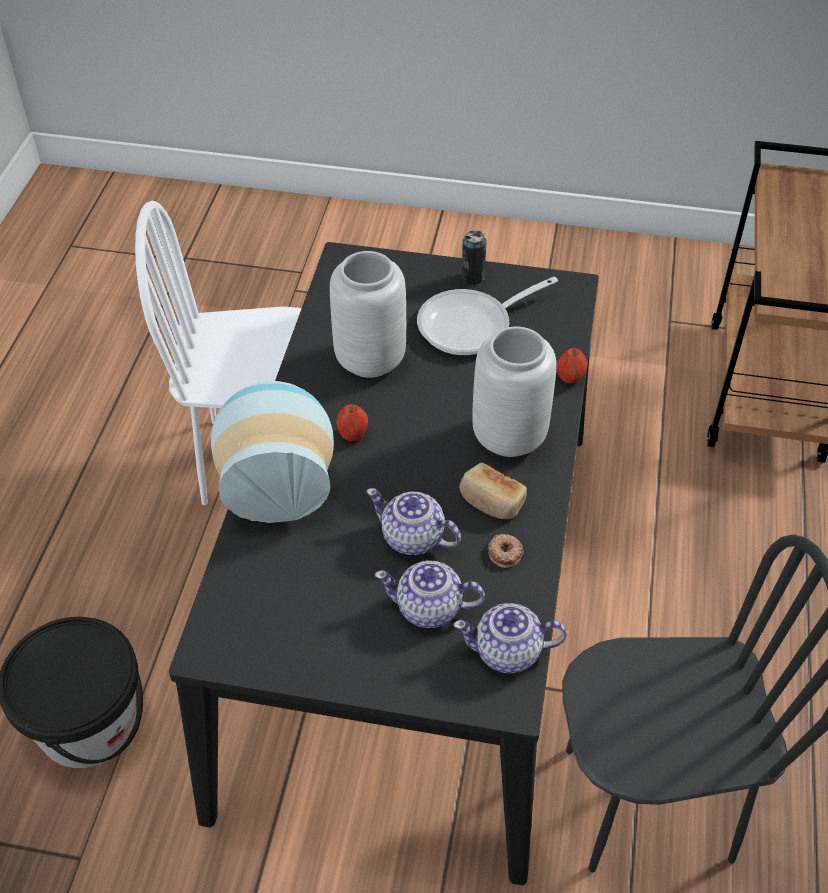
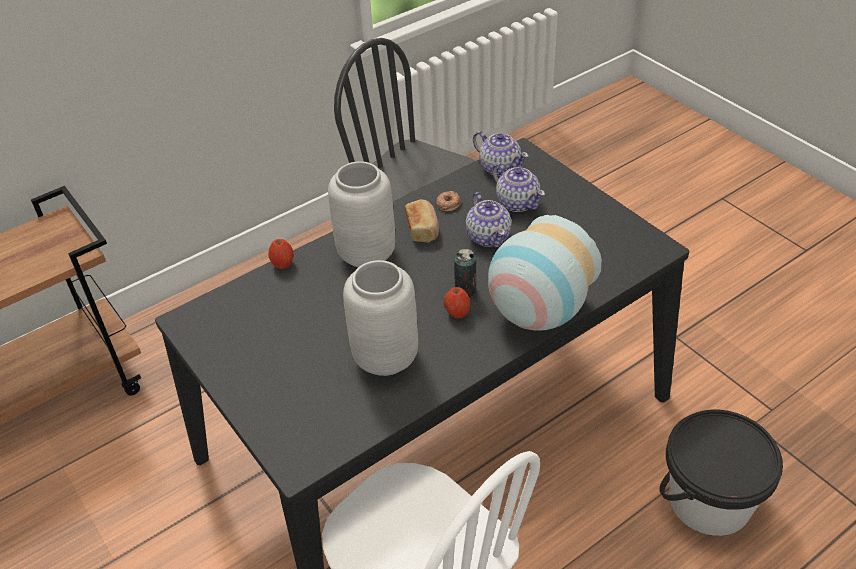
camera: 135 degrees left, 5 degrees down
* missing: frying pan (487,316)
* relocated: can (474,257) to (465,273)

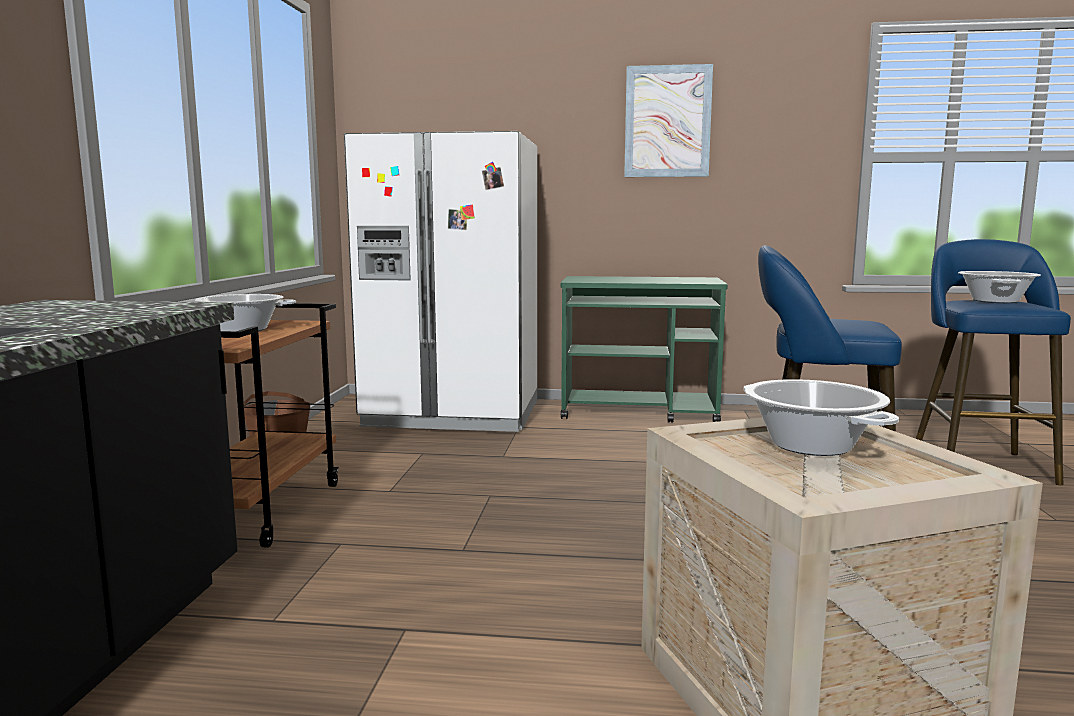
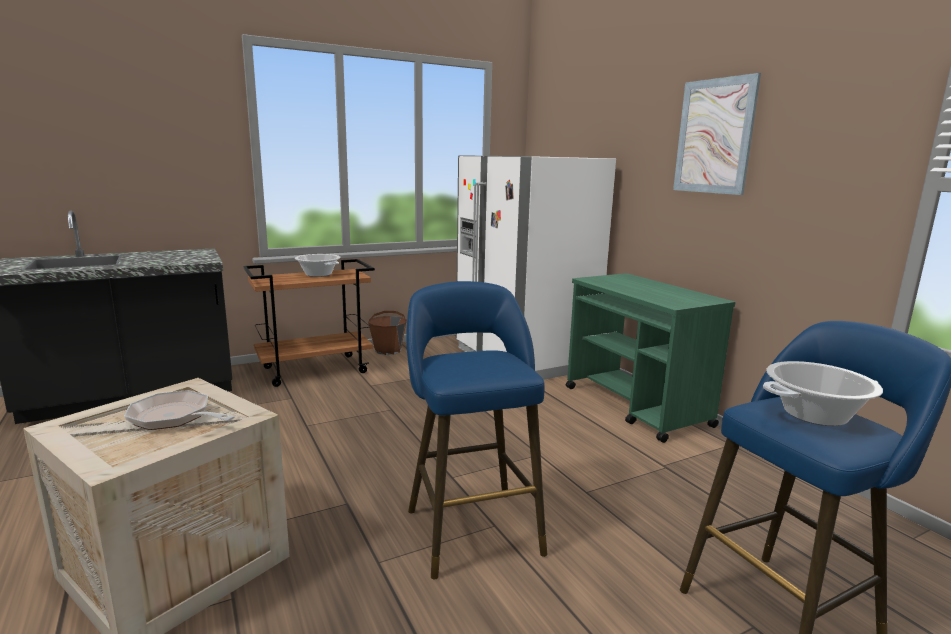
camera: 55 degrees right, 5 degrees up
* exchanged: cooking pot (821,417) to frying pan (179,410)

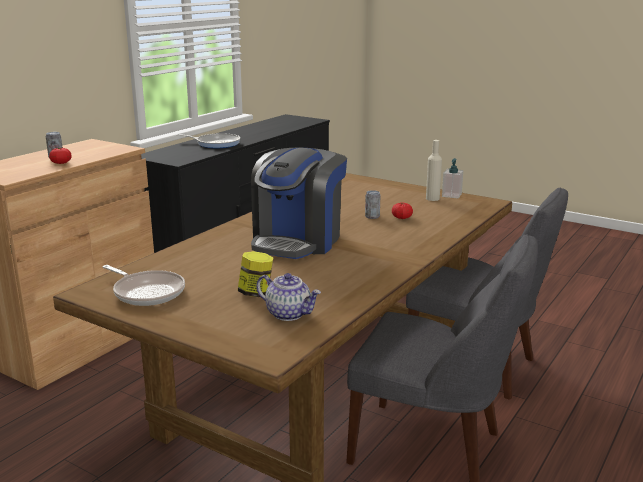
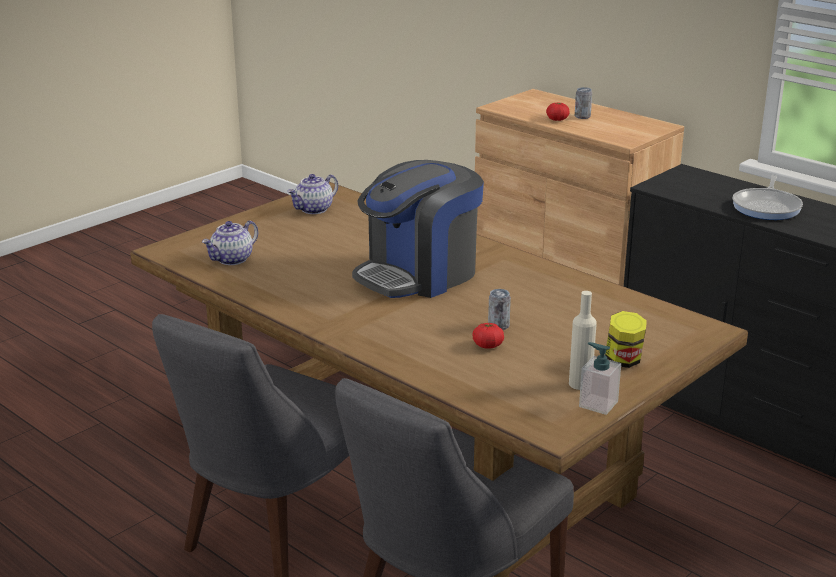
camera: 100 degrees right, 5 degrees up
* relocated: jar (255,274) to (626,339)
* exchanged: frying pan (144,285) to teapot (312,194)
* spun: coffee machine (299,203) = (418,229) 75 degrees counterclockwise

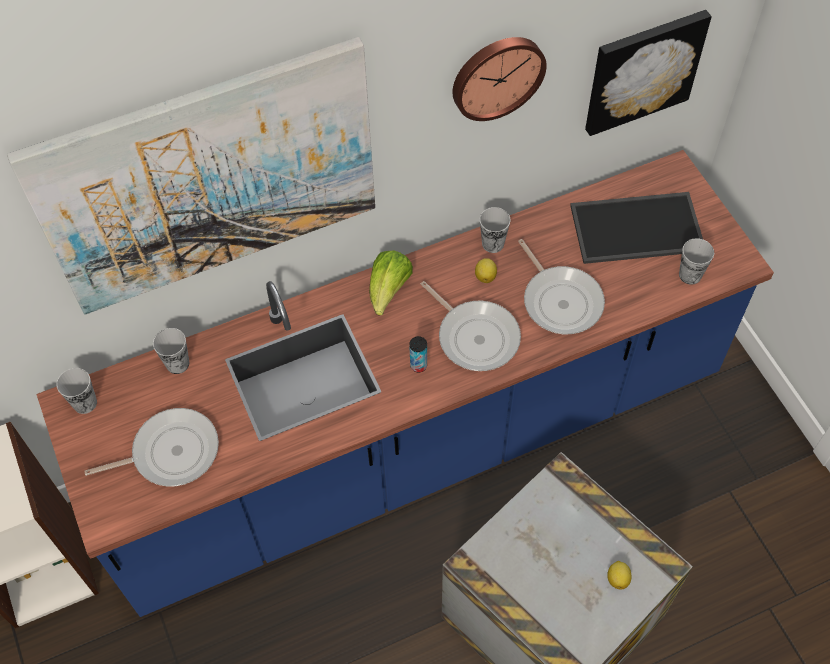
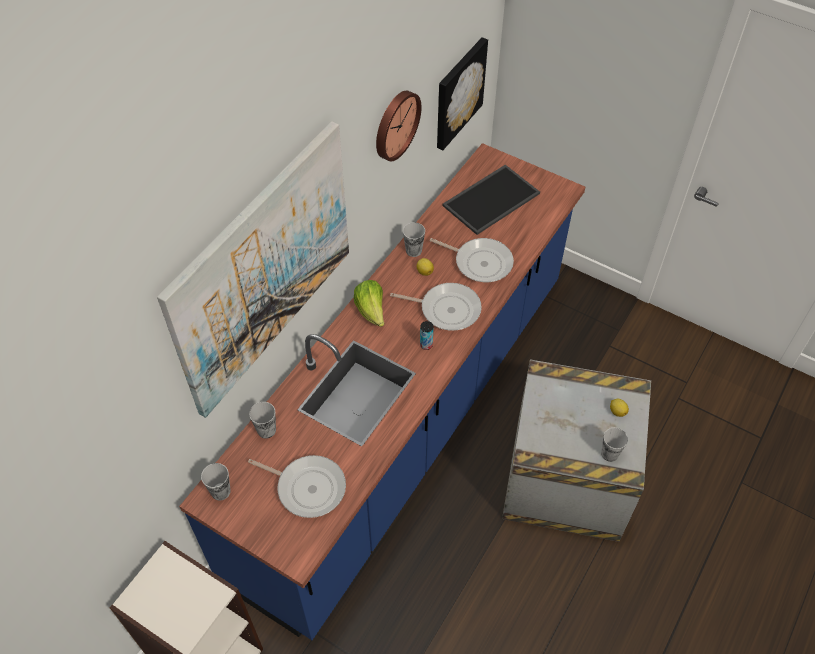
camera: 35 degrees left, 5 degrees down
* relocated: cup (696,261) to (614,445)
* spun: frying pan (151,447) = (297,486) 75 degrees clockwise

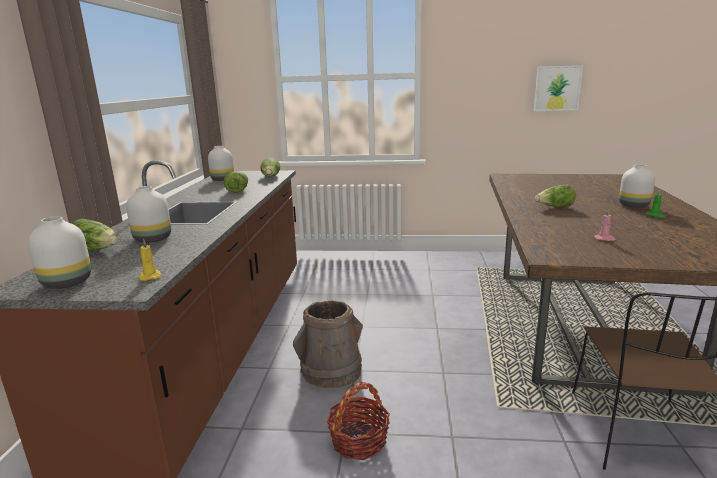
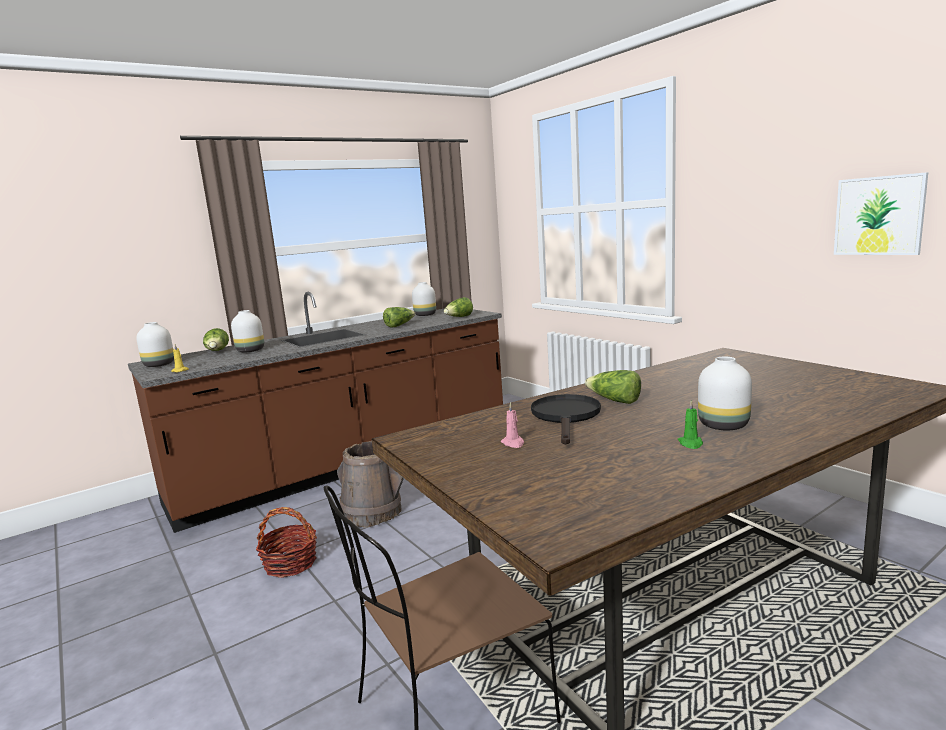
camera: 50 degrees right, 5 degrees down
* appeared: frying pan in black (566,419)

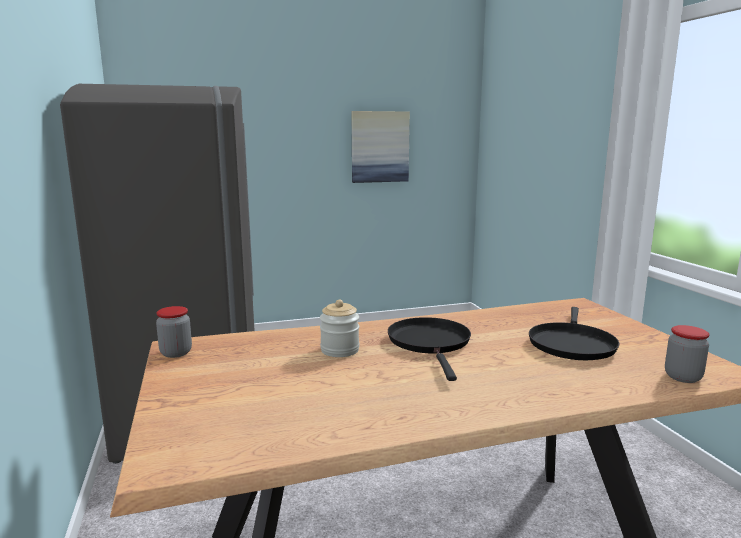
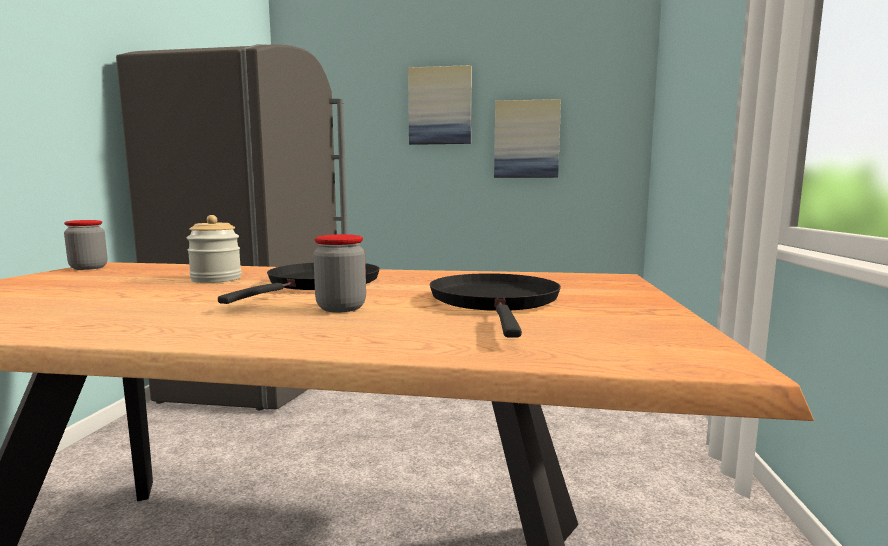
camera: 25 degrees right, 5 degrees down
* appeared: picture (440,105)
* relocated: jar (687,354) to (339,273)
* spun: frying pan in black (574,333) = (495,305) 135 degrees clockwise

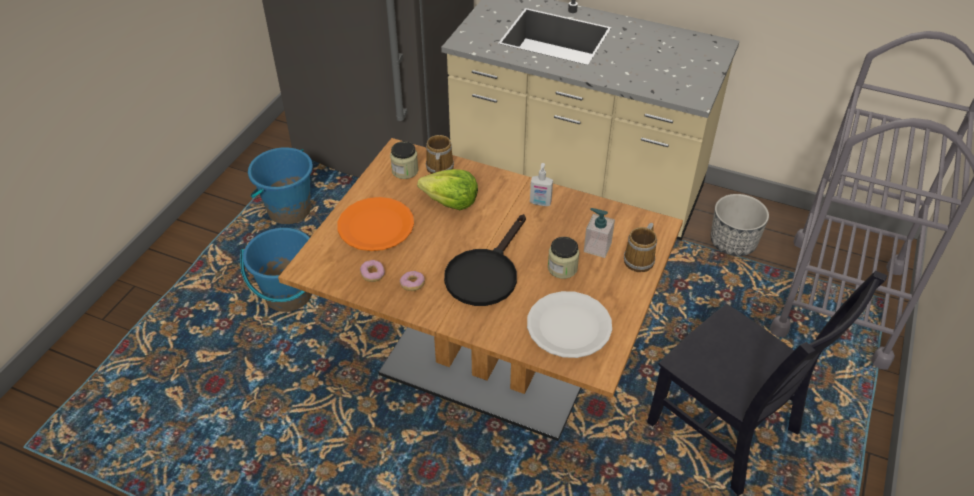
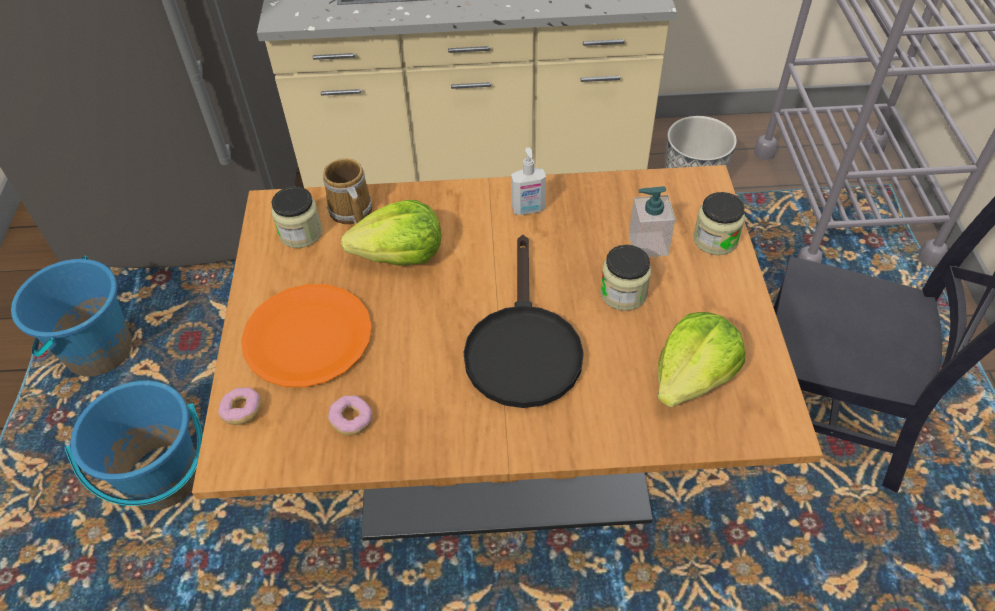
camera: 25 degrees left, 5 degrees up
* relocated: donut (412,281) to (239,406)
* exchanged: plate in white (569,324) to lettuce (701,359)
* exchanged: mug (640,247) to jar (719,223)

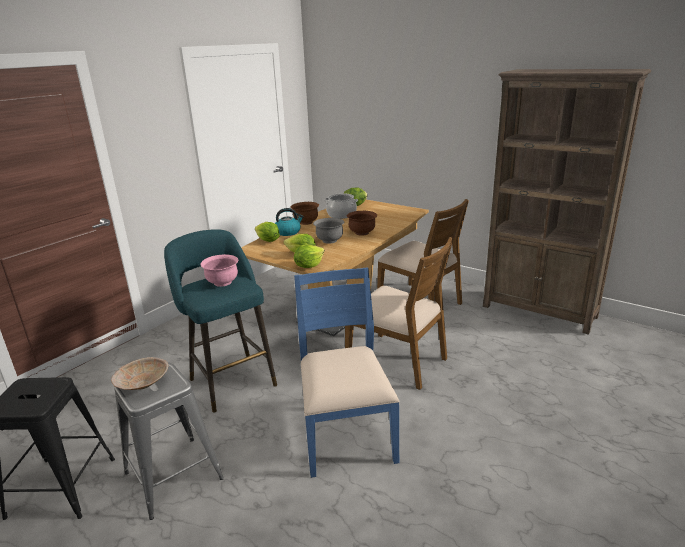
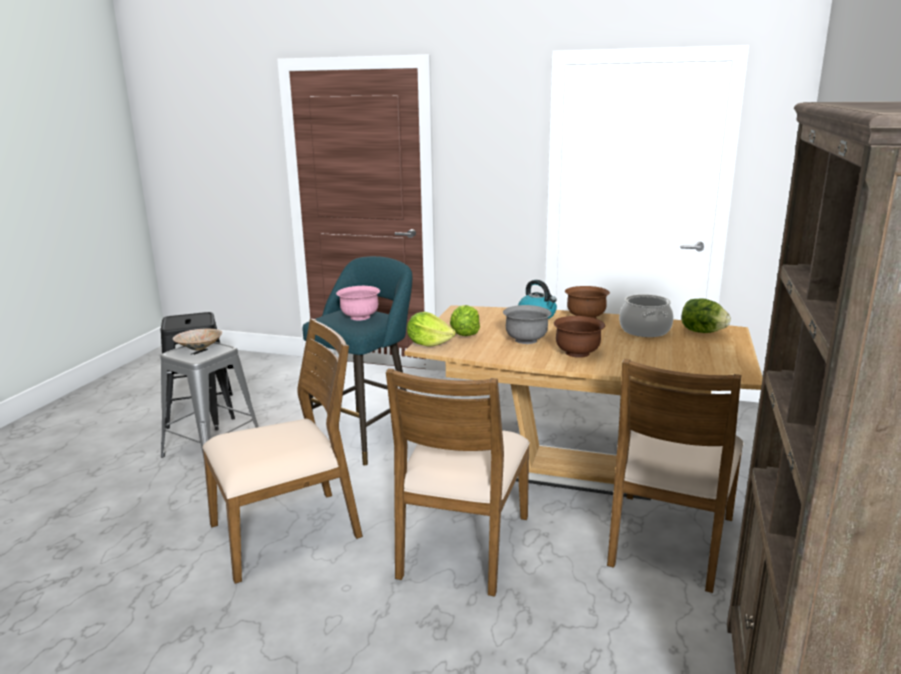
camera: 70 degrees right, 5 degrees down
* missing: lettuce (267,232)
* colour: chair in blue (347,372) to chair in brown (282,451)

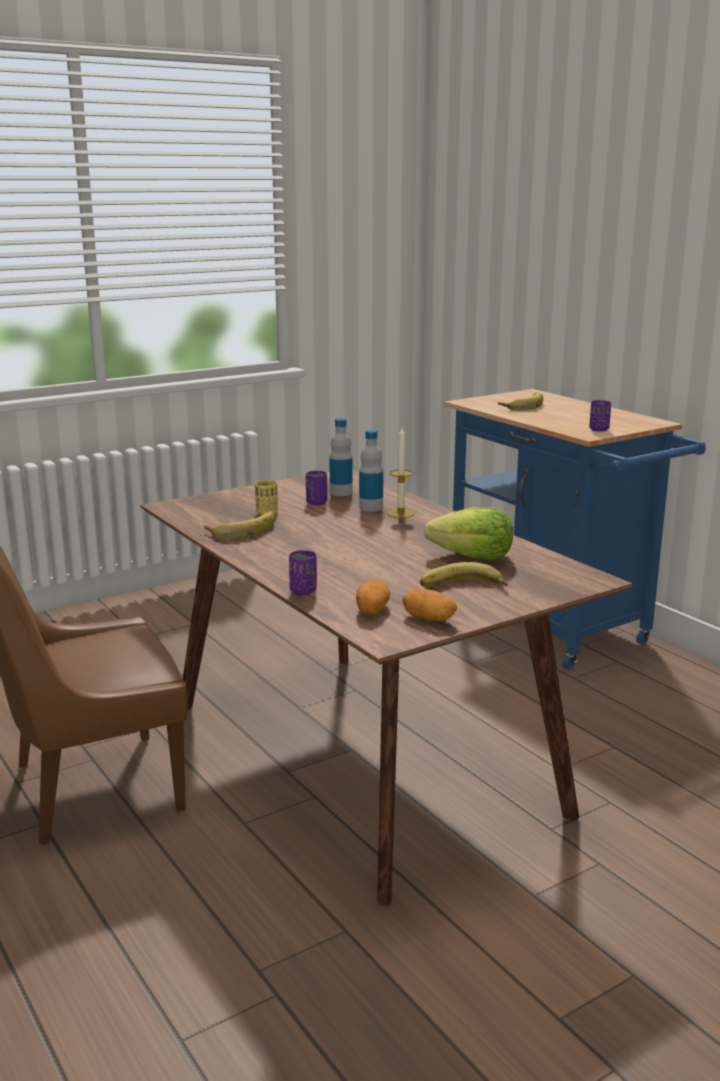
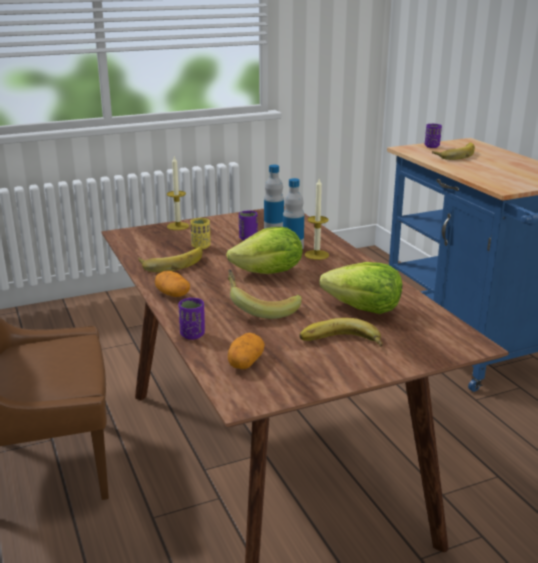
camera: 10 degrees right, 5 degrees up
* appeared: candle (178,193)
* appeared: lettuce (264,250)
* appeared: banana (265,294)
* relocated: potato (429,604) to (172,284)
* relocated: cup in purple (600,415) to (433,136)

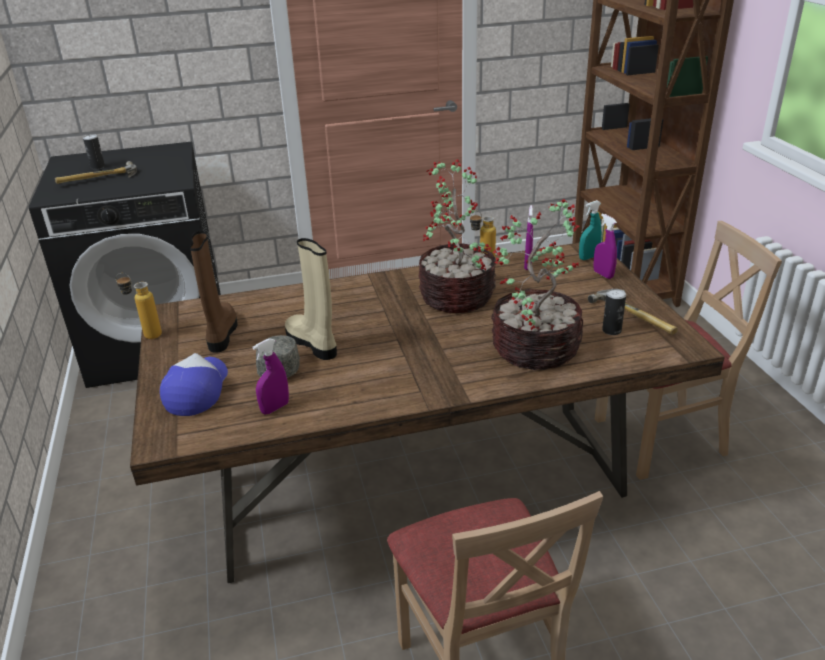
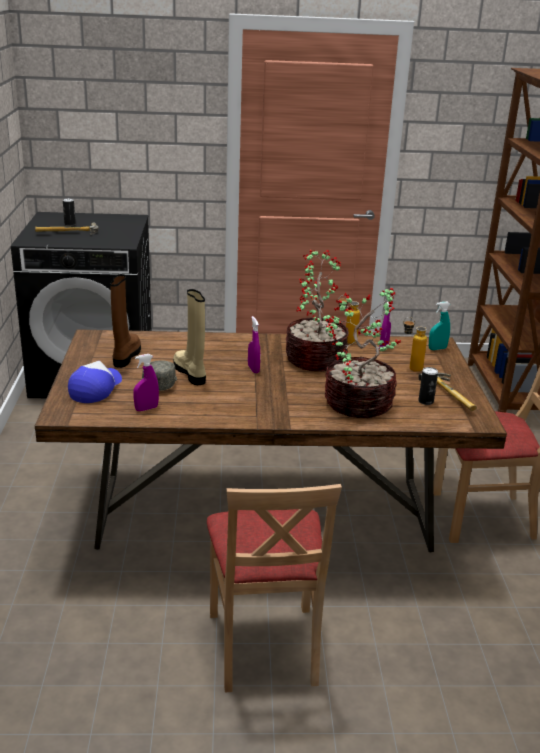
camera: 10 degrees right, 5 degrees down
* relocated: bottle (139,306) to (415,344)
* relocated: spray bottle in purple (605,246) to (254,344)

